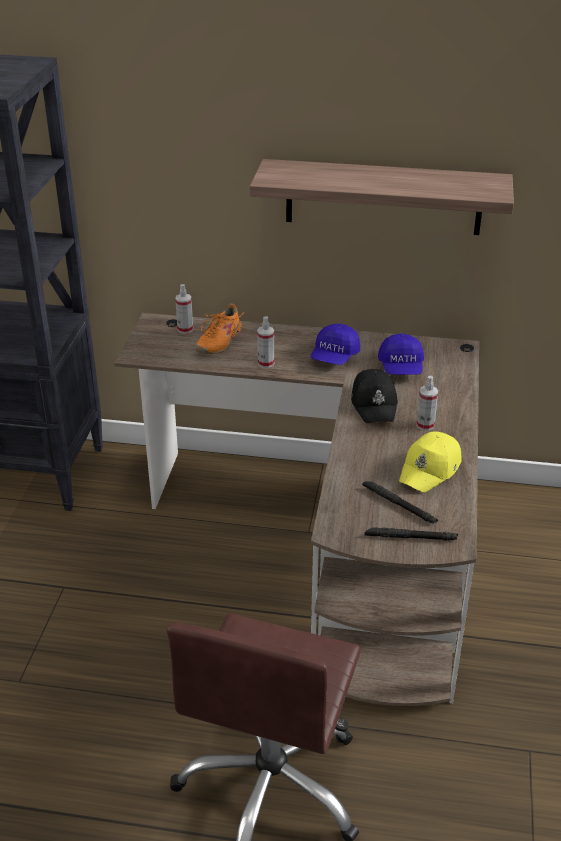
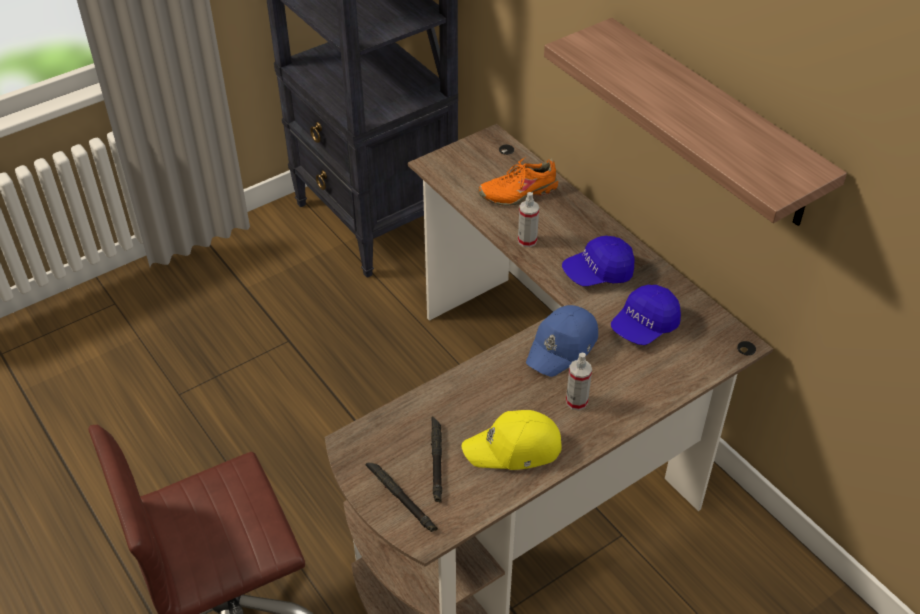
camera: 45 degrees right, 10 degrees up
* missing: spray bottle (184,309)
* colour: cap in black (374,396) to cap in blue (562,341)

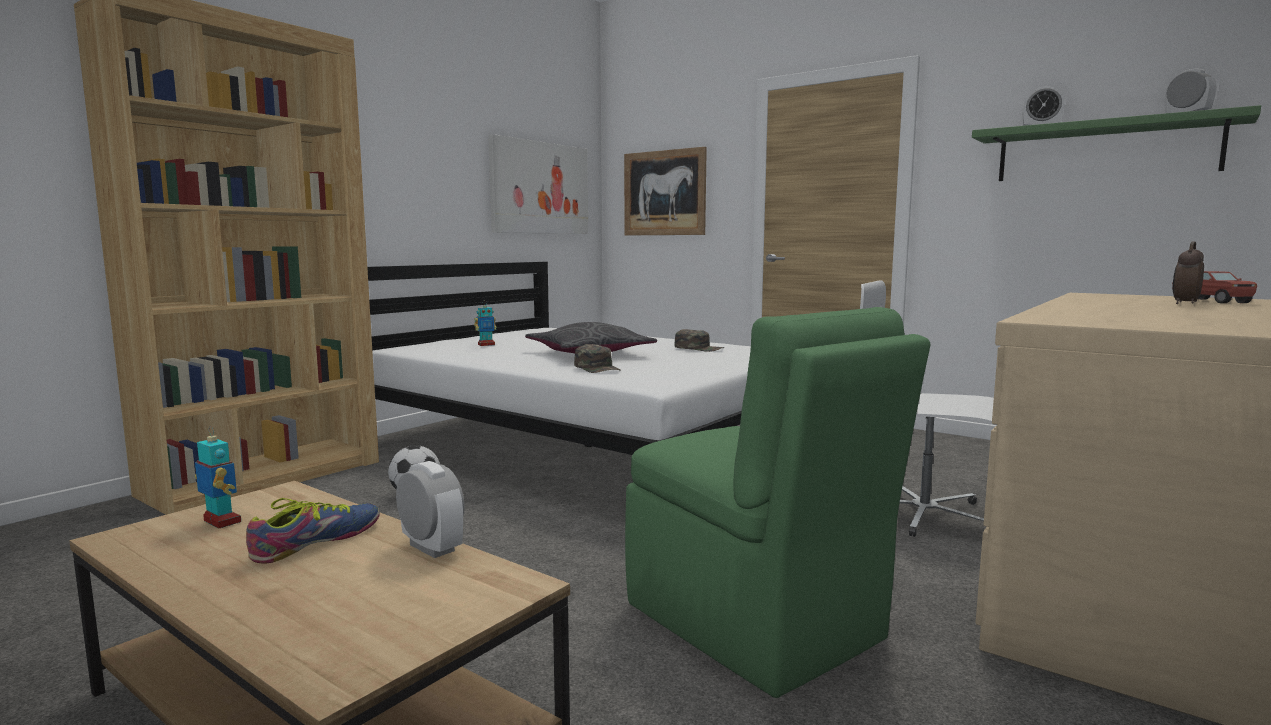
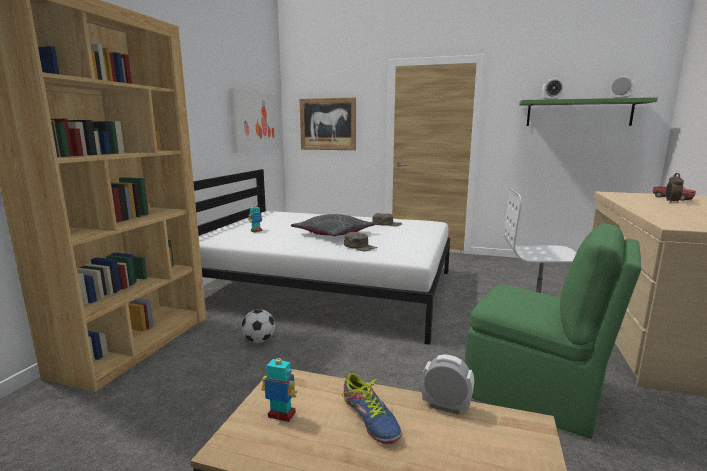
camera: 20 degrees left, 5 degrees up
* spun: shoe (313,530) = (371,408) 135 degrees clockwise

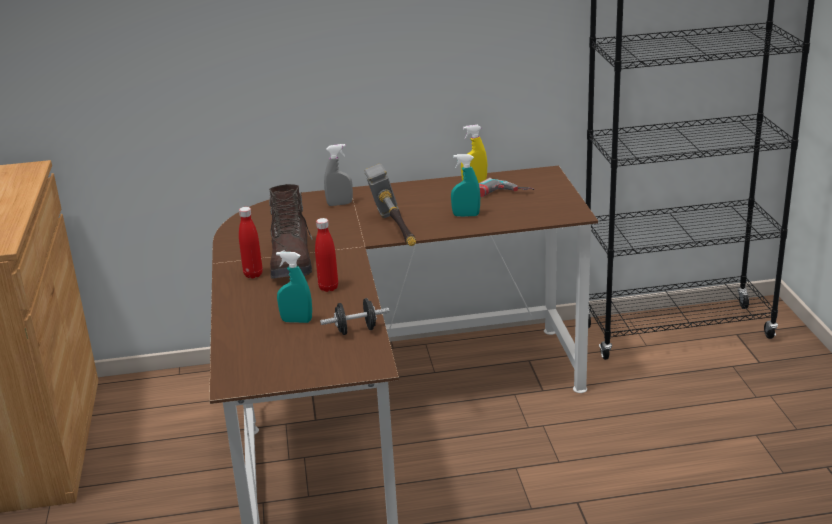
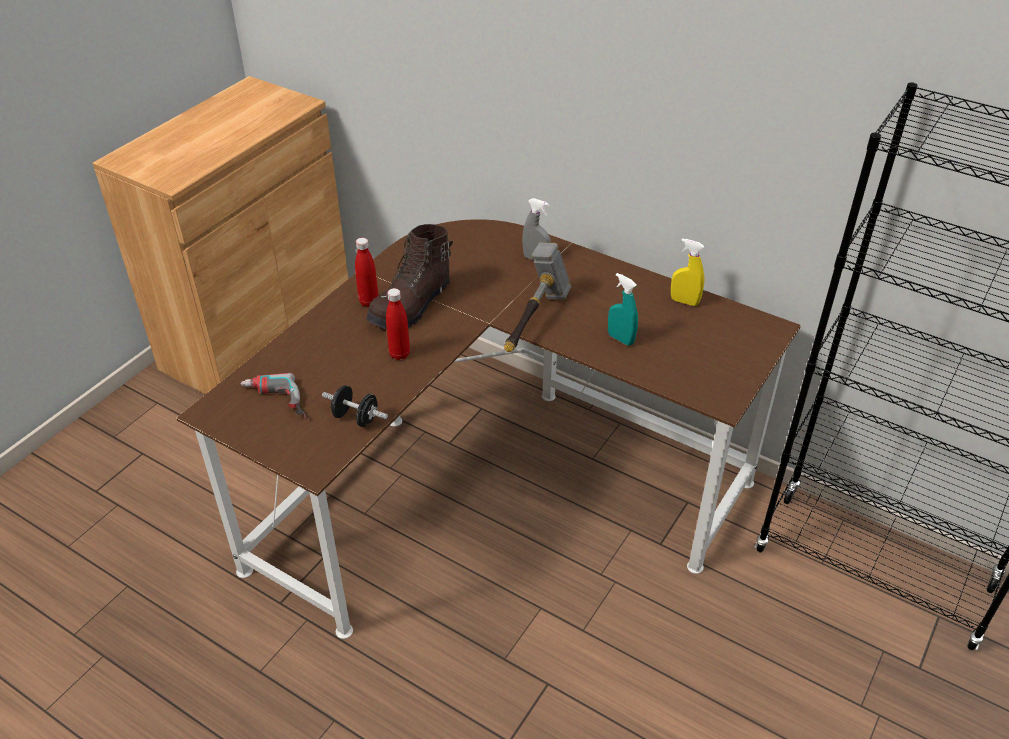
camera: 40 degrees right, 15 degrees up
* missing: spray bottle in turquoise (294,287)
* relocated: power drill (506,187) to (274,396)

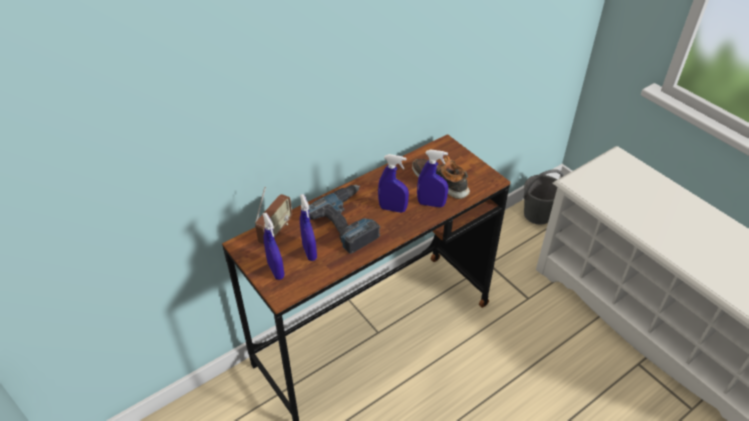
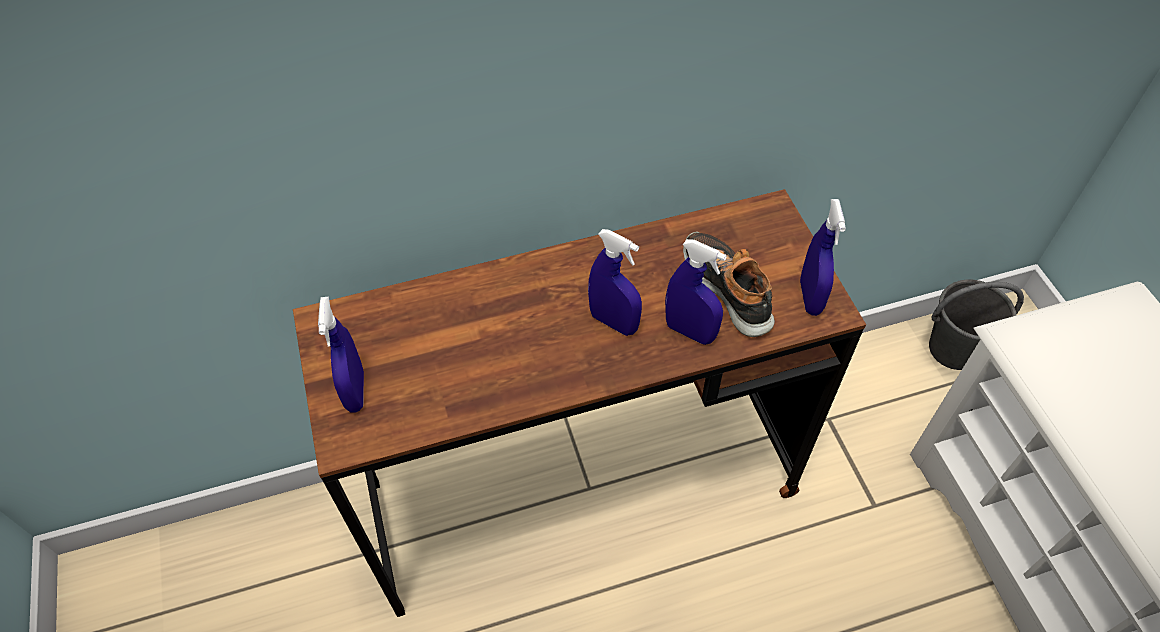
camera: 20 degrees right, 10 degrees up
* missing: radio (273,215)
* missing: power drill (344,219)
* relocated: spray bottle in blue (308,227) to (823,257)

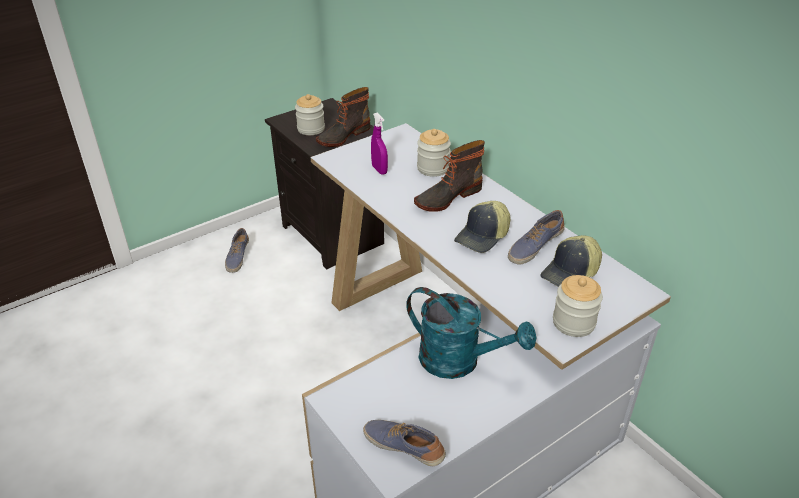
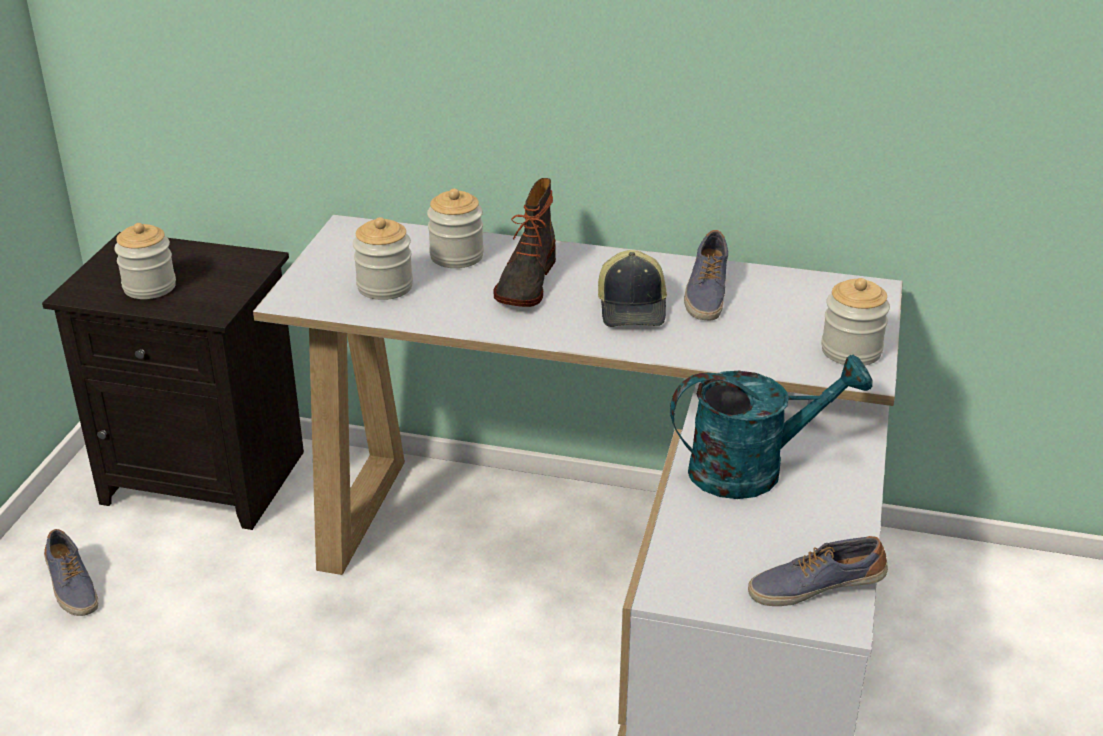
camera: 40 degrees left, 5 degrees down
* missing: boot (343,117)
* missing: cap (571,261)
* exchanged: spray bottle in purple (379,144) to jar (383,258)

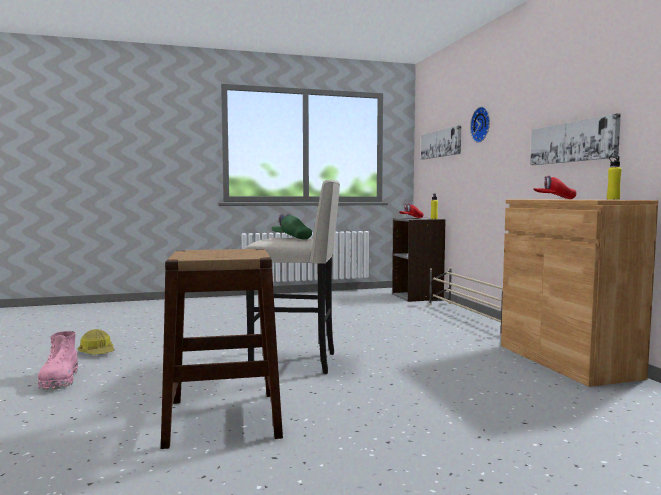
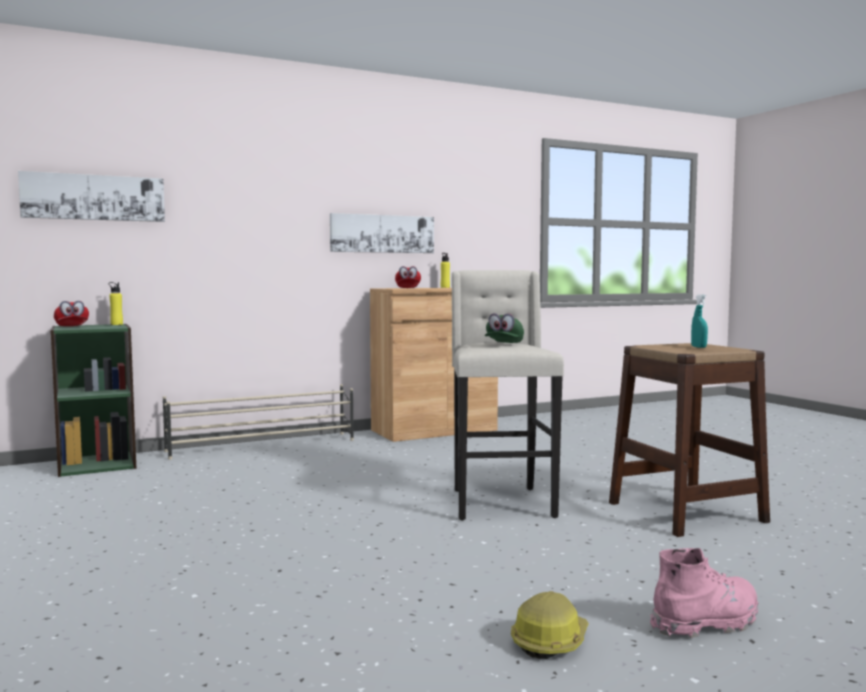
camera: 100 degrees left, 0 degrees up
* missing: wall clock (480,125)
* appeared: spray bottle in turquoise (699,321)
* colour: bookcase in grey (419,260) to bookcase in green (93,400)

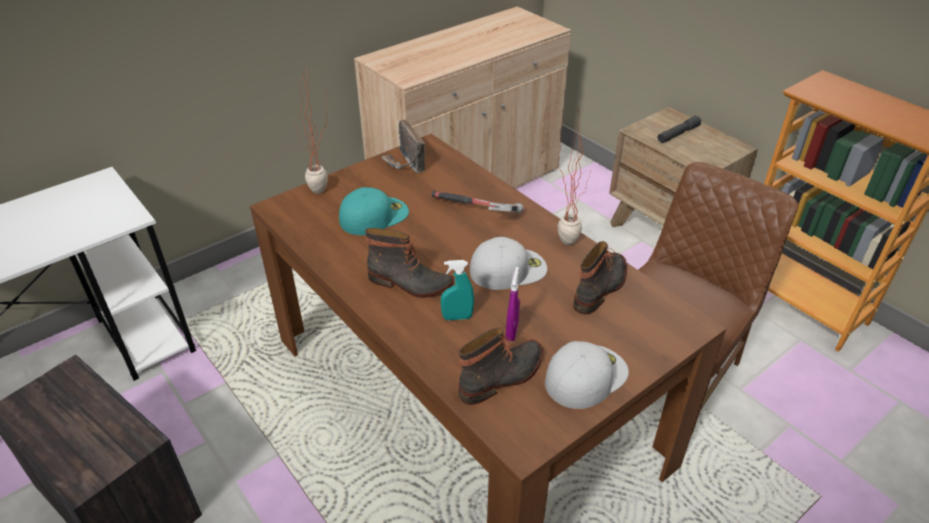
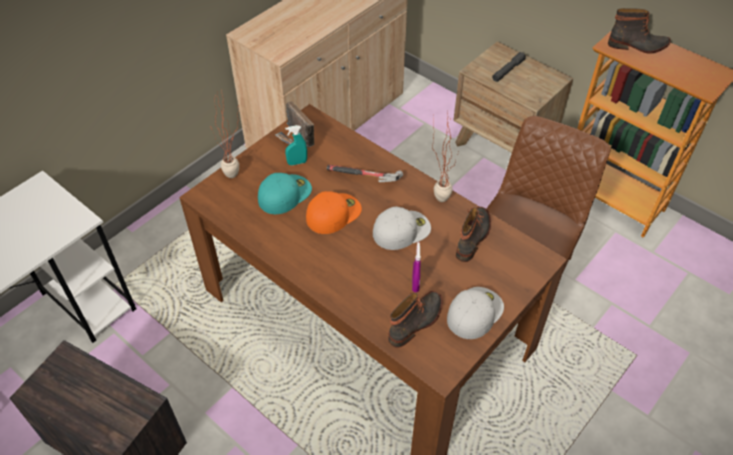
camera: 10 degrees left, 10 degrees up
* appeared: cap in orange (334,212)
* relocated: boot (409,263) to (639,31)
* relocated: spray bottle in turquoise (457,290) to (296,145)

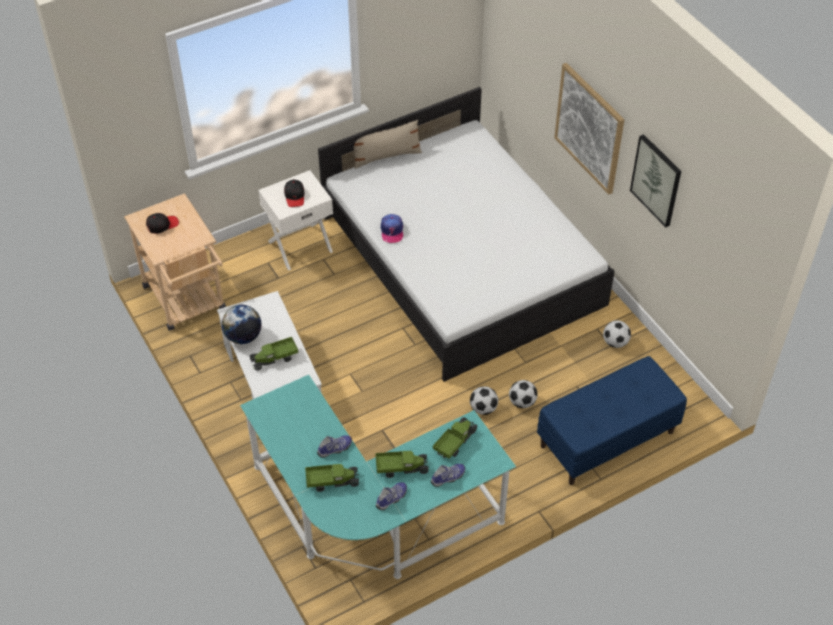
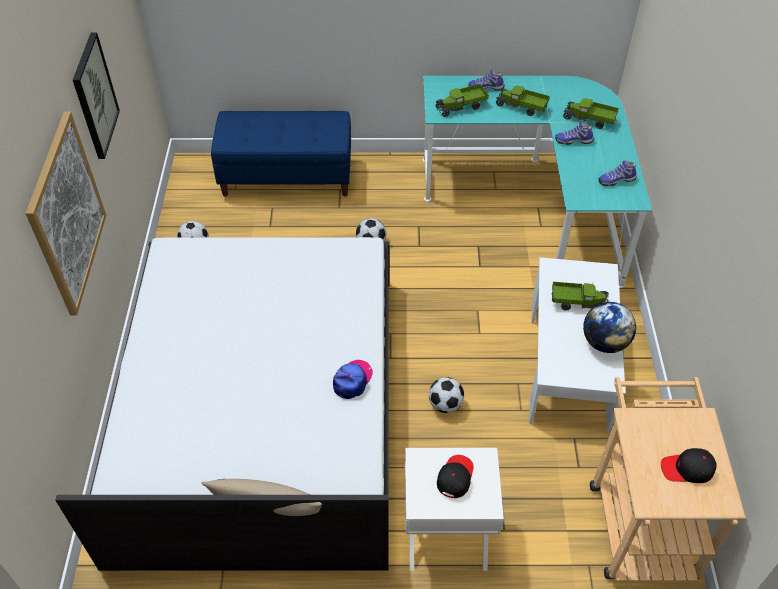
camera: 150 degrees left, 0 degrees up
* relocated: shoe (391,496) to (617,173)
* relocated: football (523,394) to (446,395)

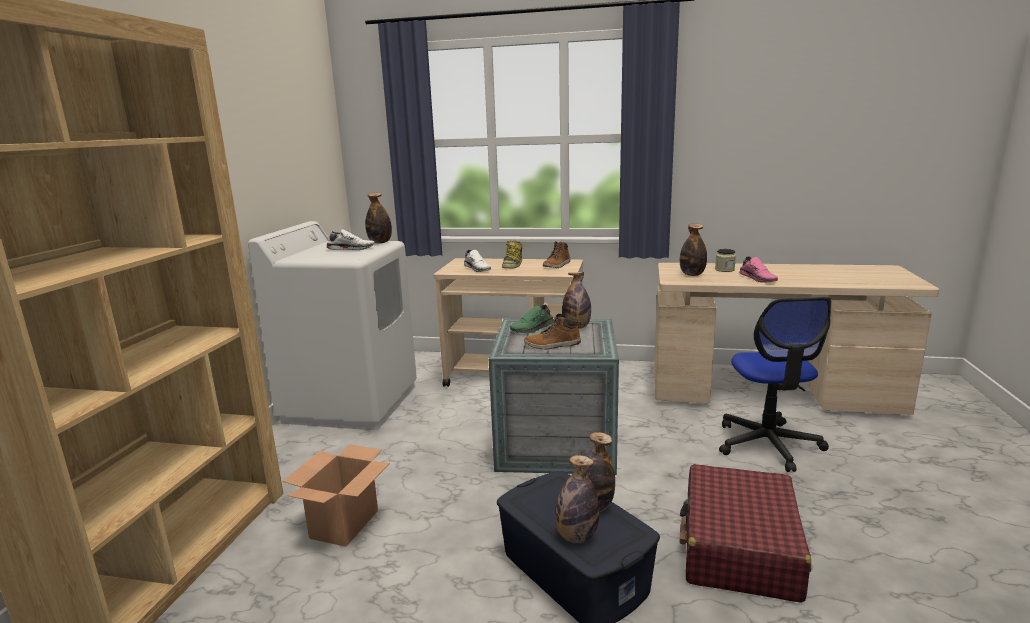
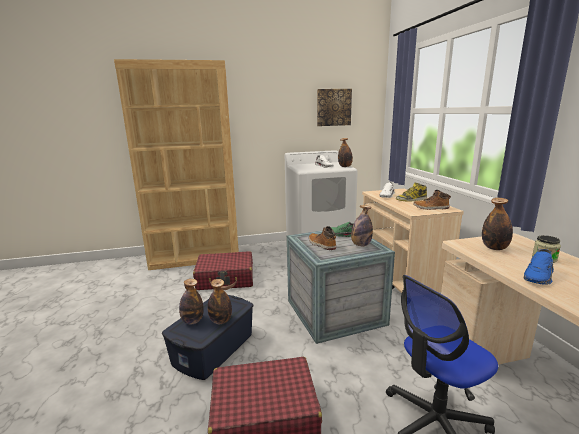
camera: 65 degrees right, 0 degrees up
* appeared: picture (334,107)
* exchanged: cardboard box (336,496) to suitcase in red (223,270)
* colour: shoe in pink (758,269) to shoe in blue (539,267)

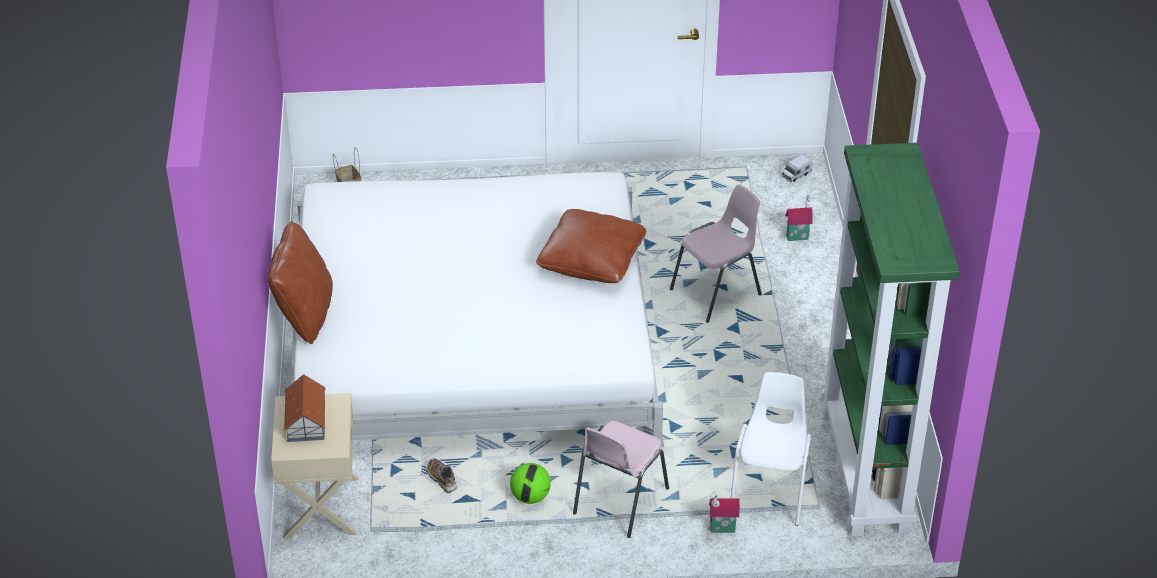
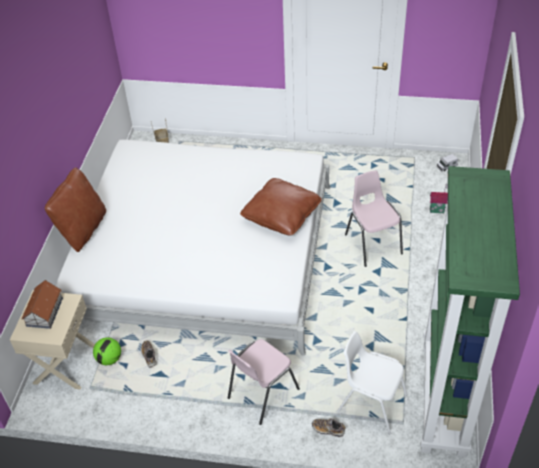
camera: 15 degrees right, 5 degrees up
* relocated: football (530,483) to (107,351)
* exchanged: toy house (724,514) to shoe (329,427)
* spun: chair in pink (716,253) = (374,219) 90 degrees counterclockwise
* spun: chair in white (771,449) = (372,383) 90 degrees counterclockwise

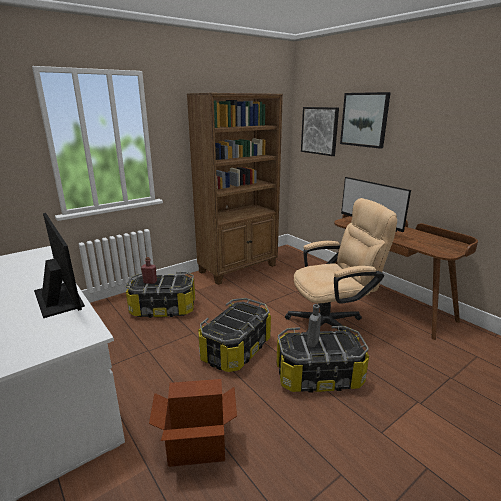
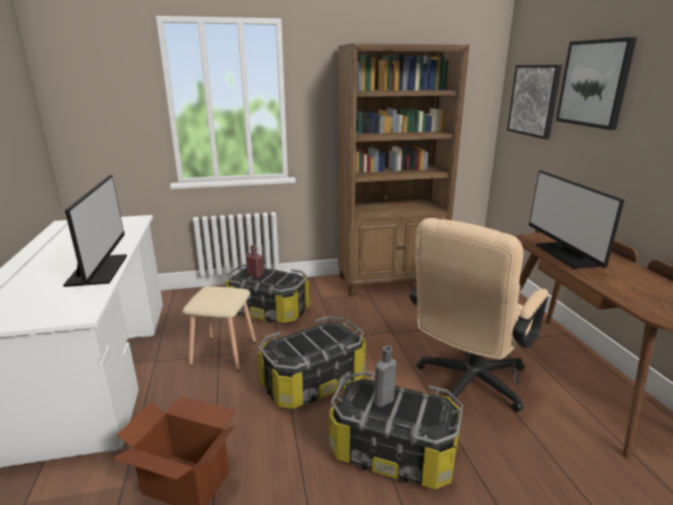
camera: 25 degrees right, 0 degrees up
* appeared: stool in beige (219,328)
* spun: office chair in beige (341,266) = (478,315) 120 degrees clockwise

